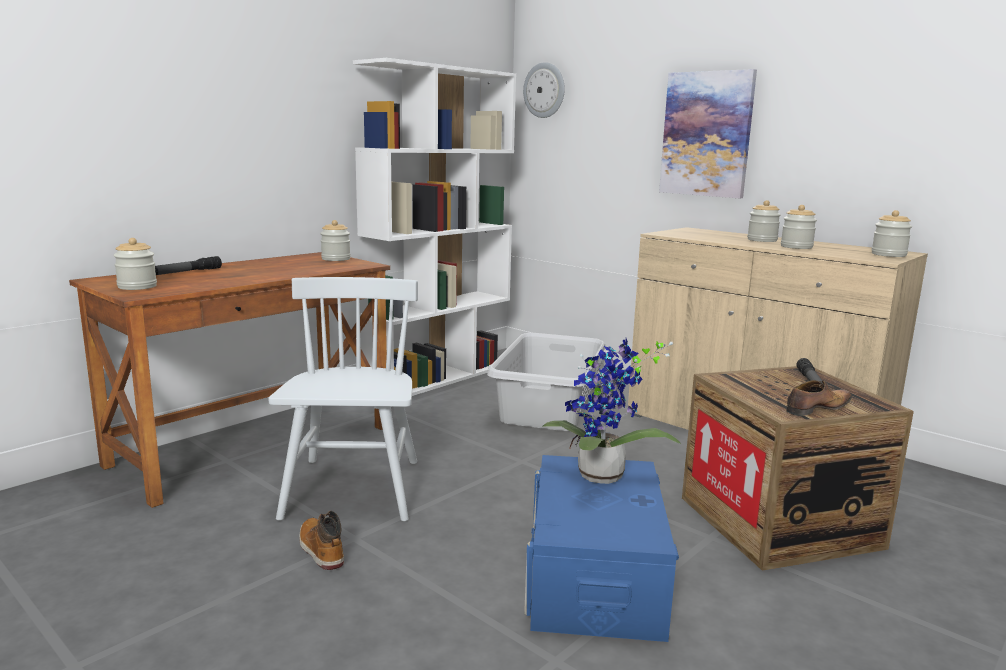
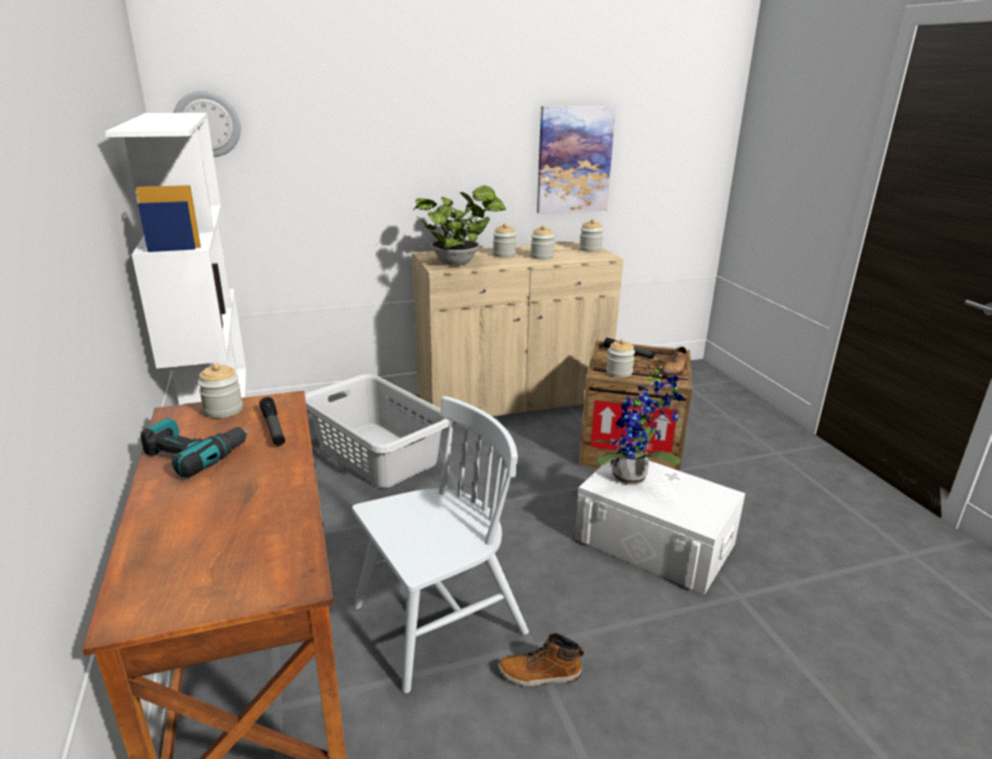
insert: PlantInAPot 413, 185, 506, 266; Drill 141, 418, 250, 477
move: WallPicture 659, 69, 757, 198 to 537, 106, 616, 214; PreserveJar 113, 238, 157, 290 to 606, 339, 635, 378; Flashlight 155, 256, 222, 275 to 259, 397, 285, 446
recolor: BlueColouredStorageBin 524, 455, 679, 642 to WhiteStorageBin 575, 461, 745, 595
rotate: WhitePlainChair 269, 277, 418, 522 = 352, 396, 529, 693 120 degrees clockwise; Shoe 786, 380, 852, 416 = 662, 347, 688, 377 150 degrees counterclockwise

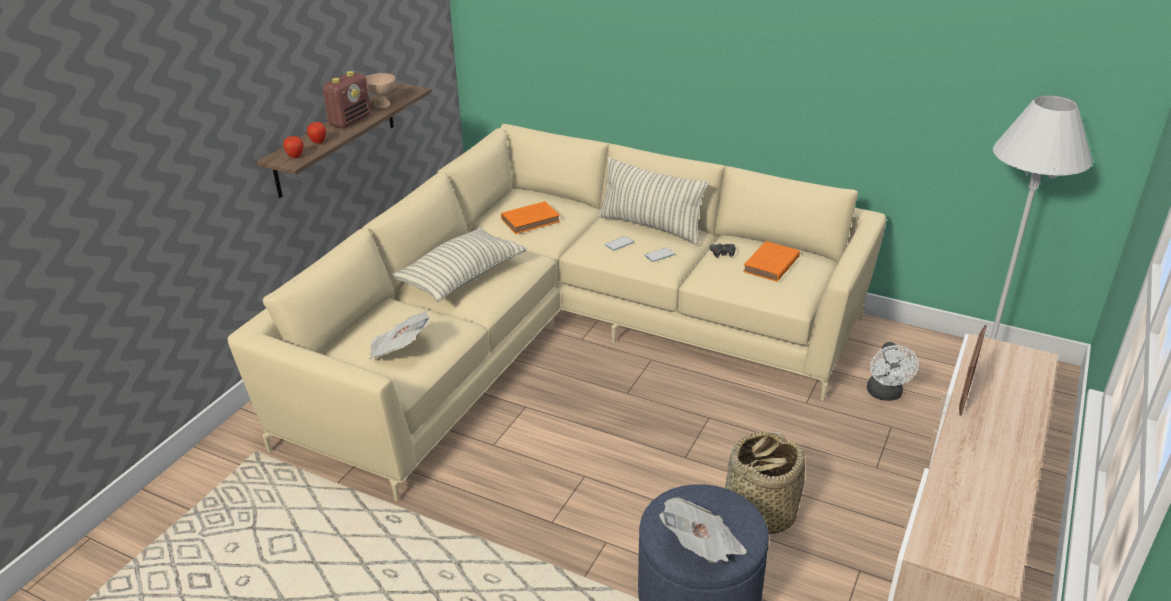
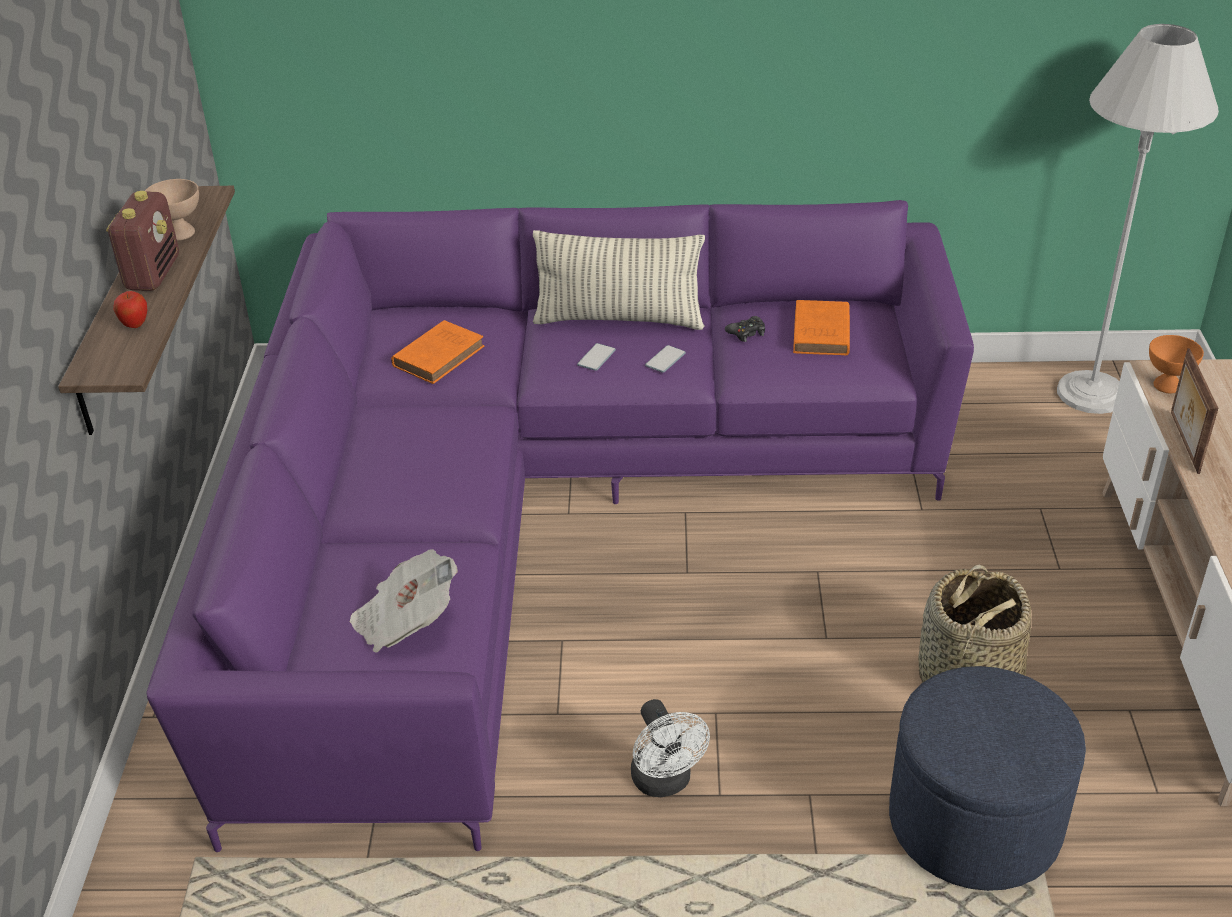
delete: WholeApple 283, 136, 303, 158; ThrowPillow 392, 227, 527, 302; PrintedPaper 659, 497, 747, 563
insert: OrangeServingBowl 1149, 335, 1204, 394
move: WhiteCoolingFan 867, 342, 919, 401 to 631, 699, 710, 797
recolor: BeigeColouredCouch 228, 124, 886, 501 to PurplishCouch 146, 200, 974, 852

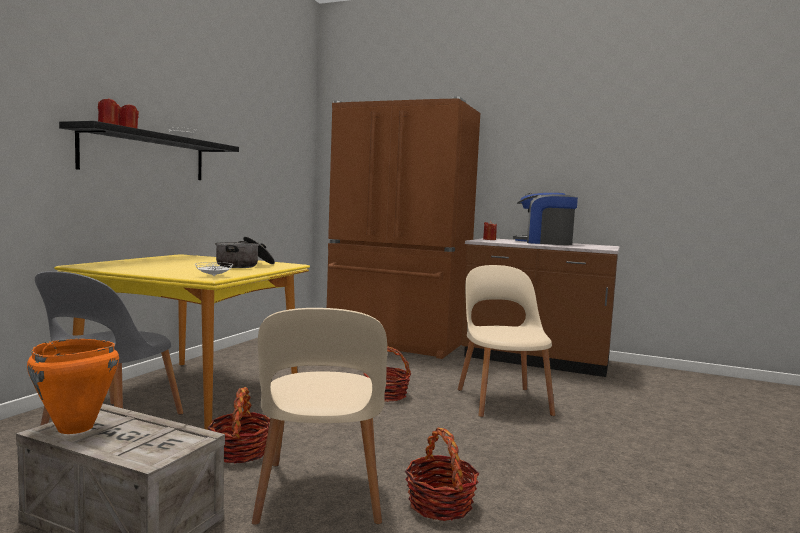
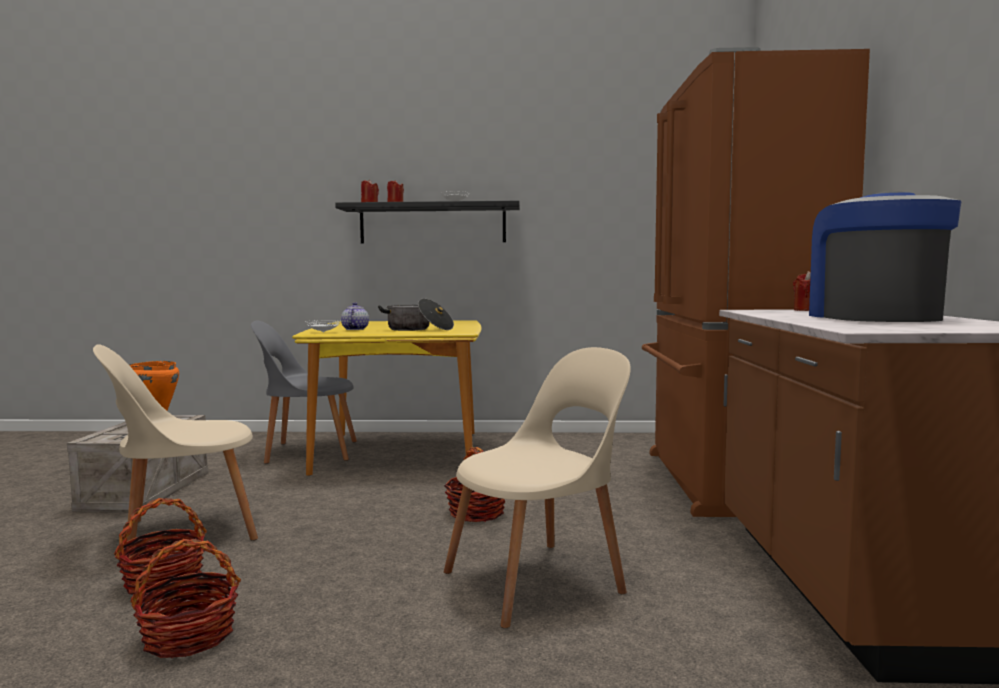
insert: TeaPot 341, 302, 369, 330
move: HouseholdBasket 208, 387, 270, 464 to 130, 539, 241, 658

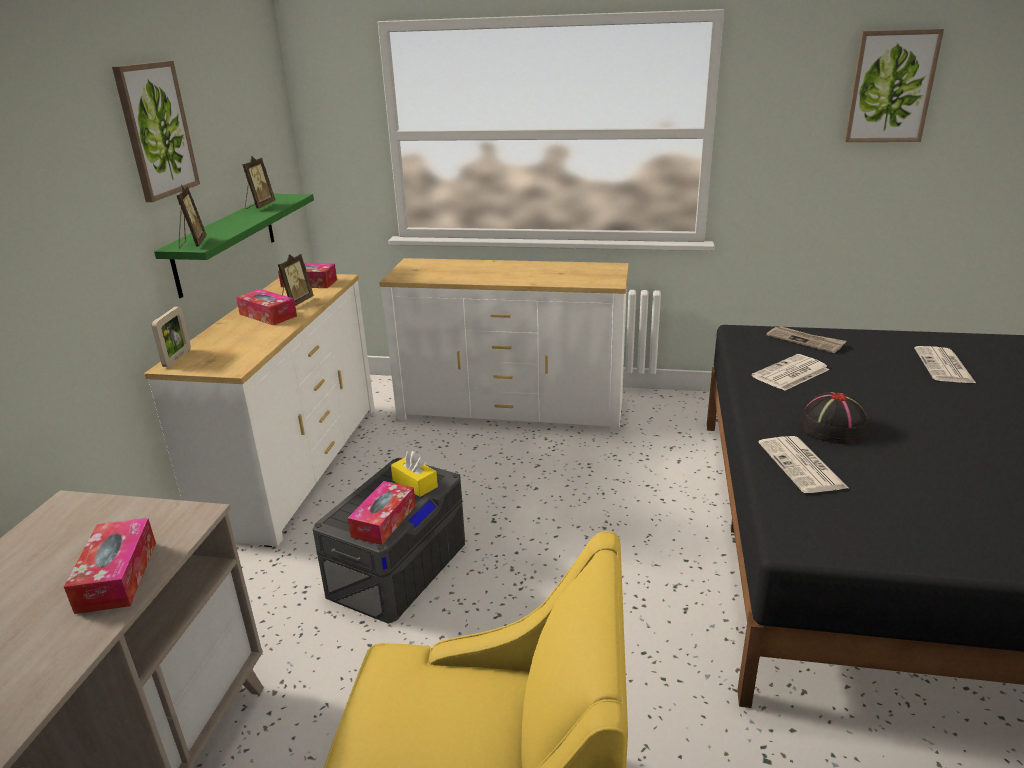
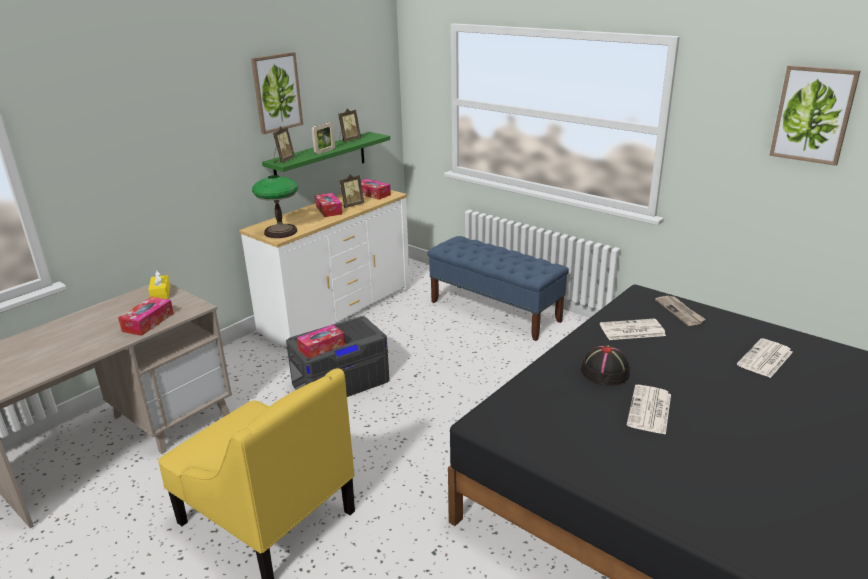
insert: LampForATable 252, 175, 298, 238
move: PictureFrame 152, 307, 191, 367 to 312, 122, 335, 154; PrintedPaper 758, 436, 848, 493 to 627, 385, 671, 435; YellowTissueBox 391, 451, 438, 497 to 148, 270, 170, 299
replace: WhiteDrawerChest 379, 258, 629, 433 to BlueColouredIndoorBench 427, 236, 569, 341

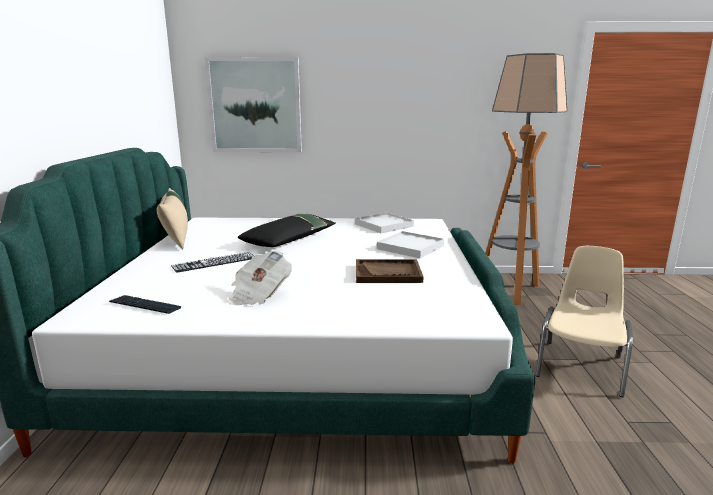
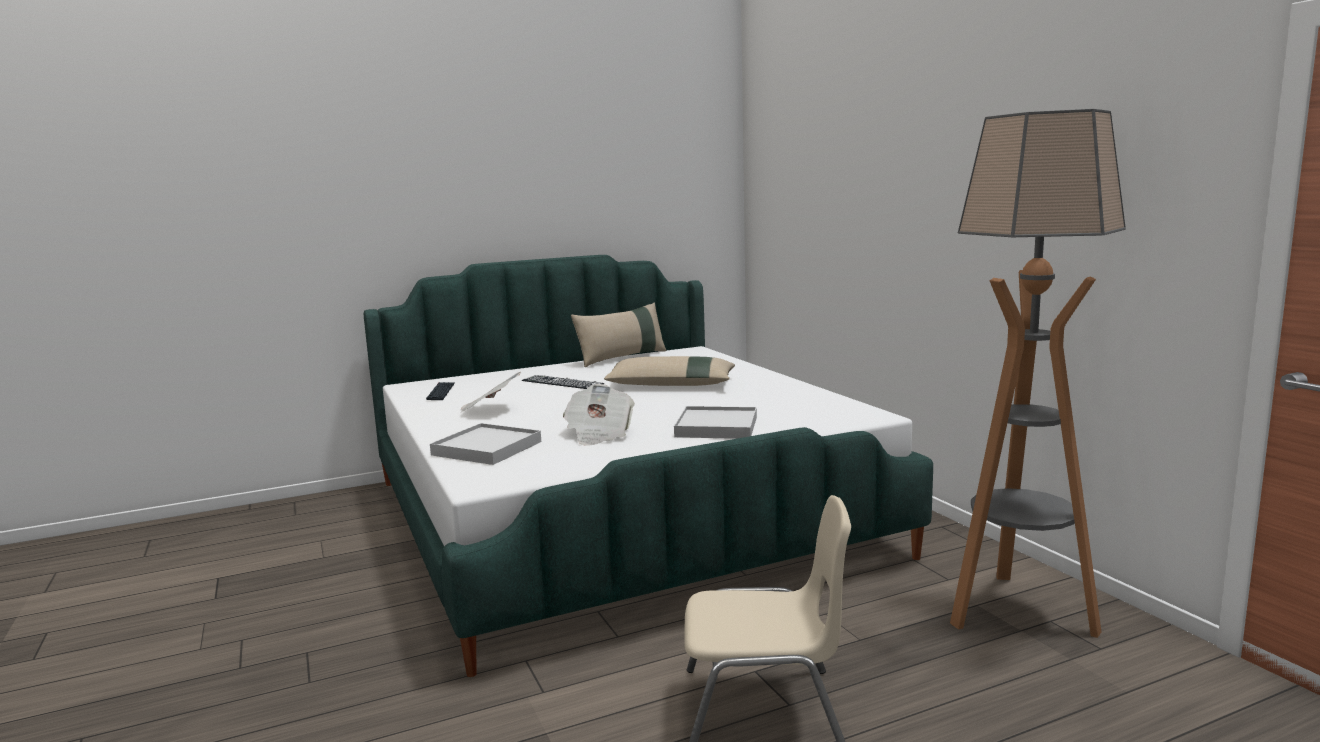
delete: WallPicture 205, 57, 302, 152
move: WhiteServingTray 355, 212, 414, 233 to 430, 423, 541, 465
replace: BrownishServingTray 356, 259, 423, 283 to PrintedPaper 563, 384, 635, 446
recolor: BlackThrowPillow 238, 213, 336, 247 to BeigeColouredThrowPillow 604, 356, 735, 386

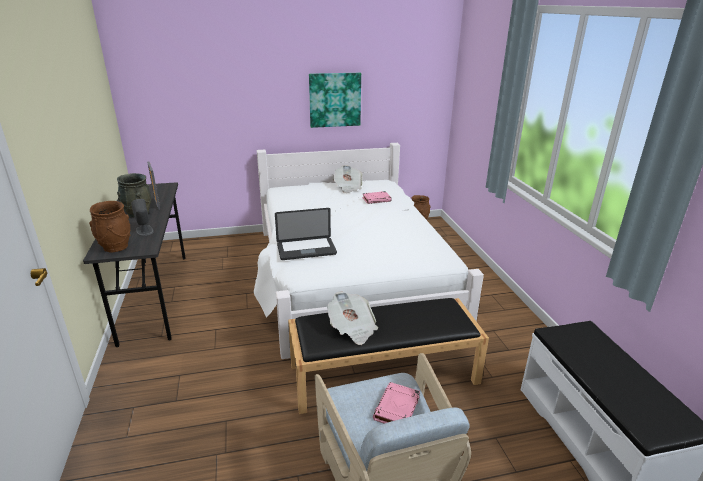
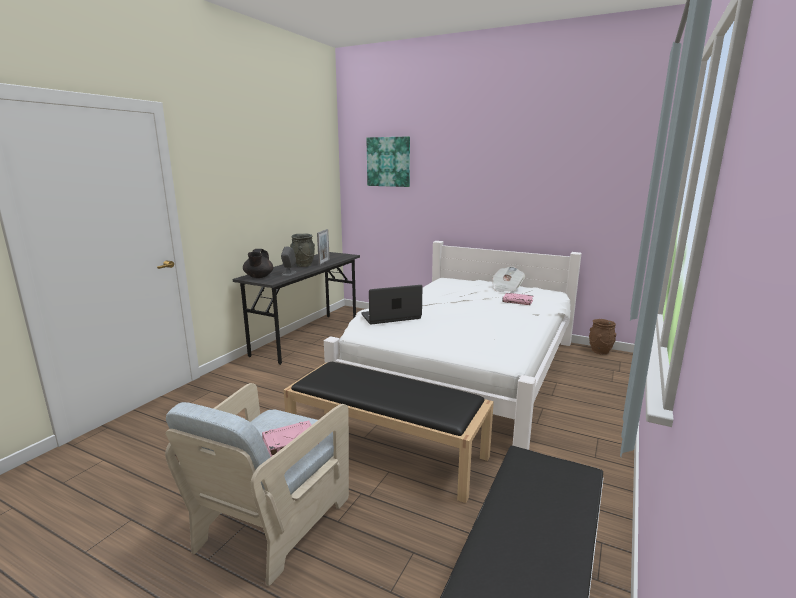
delete: PrintedPaper 327, 291, 378, 345
move: WallPicture 309, 73, 361, 128 to 366, 136, 410, 187
replace: BrownishFlowerVase 89, 201, 131, 252 to BlackTeaPot 243, 249, 273, 278
rotate: Laptop 275, 208, 337, 260 = 361, 285, 422, 324 135 degrees clockwise

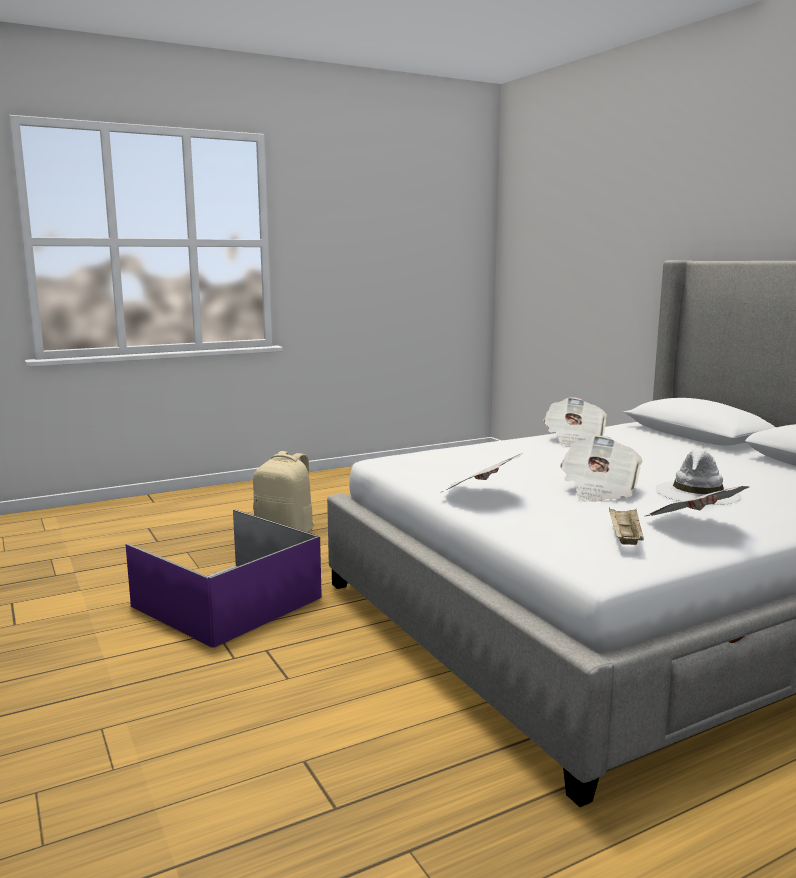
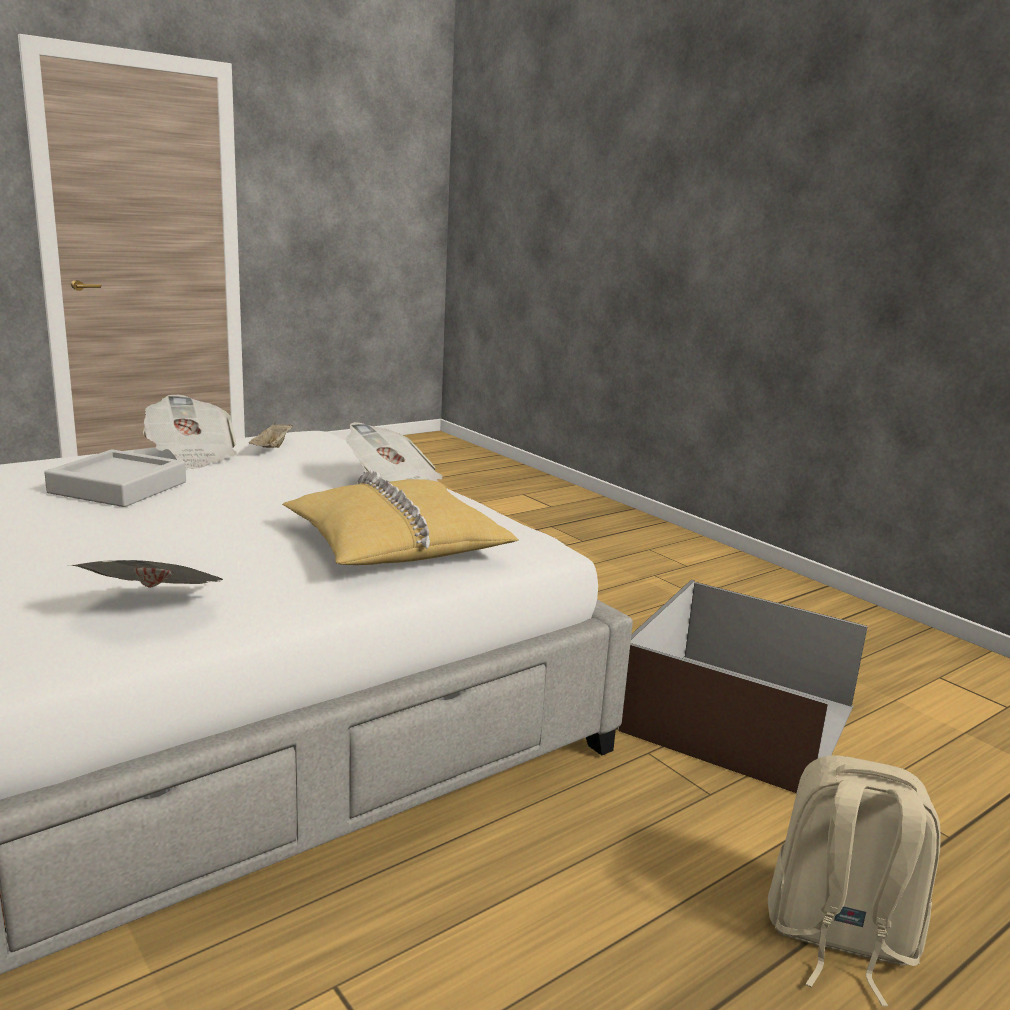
delete: PrintedPaper 560, 435, 642, 502
insert: YellowThrowPillow 282, 470, 519, 565
replace: WhiteWearableHat 655, 448, 742, 505 to GreyServingTray 44, 449, 186, 507
recolor: PurplishStorageBin 126, 510, 322, 648 to BrownishStorageBin 616, 580, 868, 793

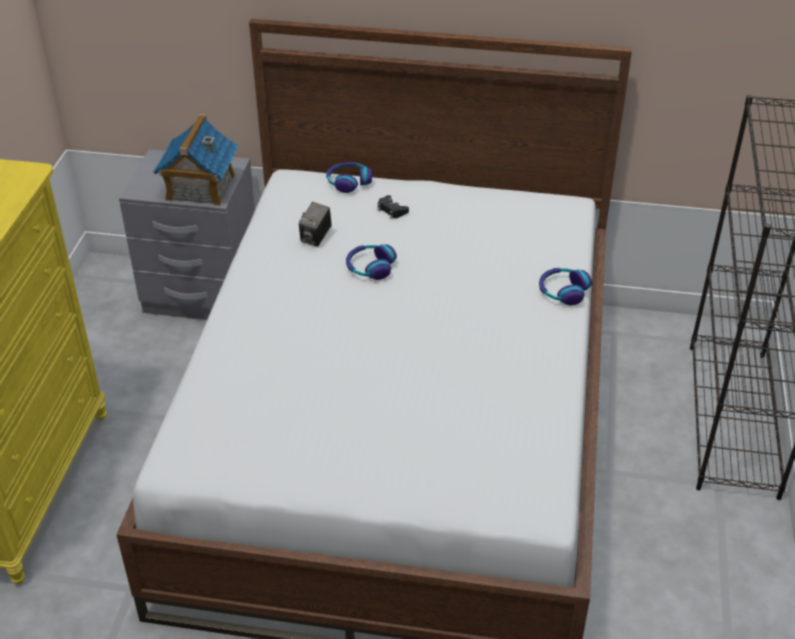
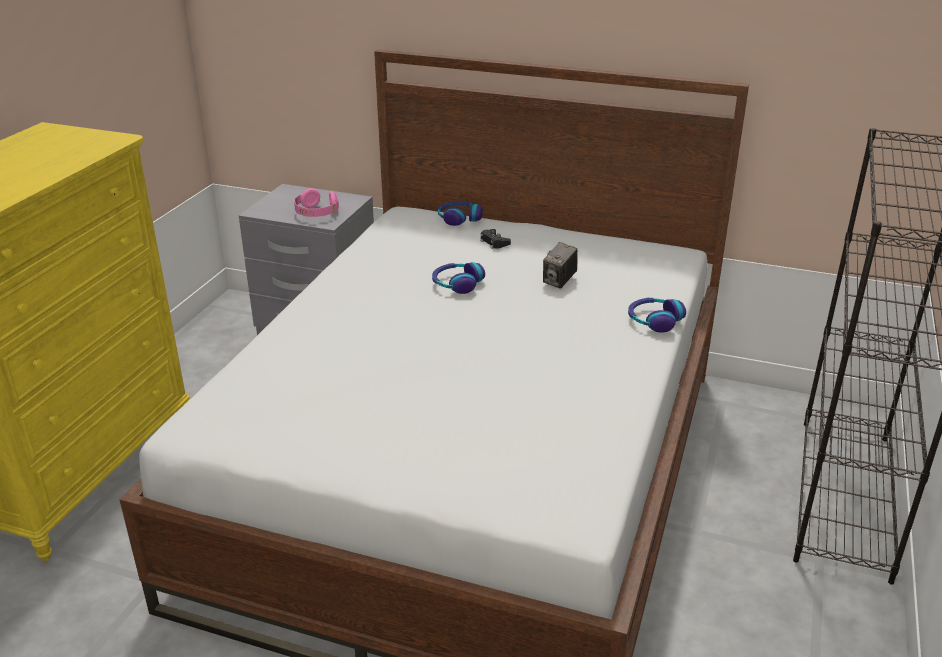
move: PhotoCamera 299, 202, 332, 247 to 543, 242, 578, 289
replace: ModelHouse 153, 114, 239, 206 to PinkColouredHeadset 294, 188, 339, 217

